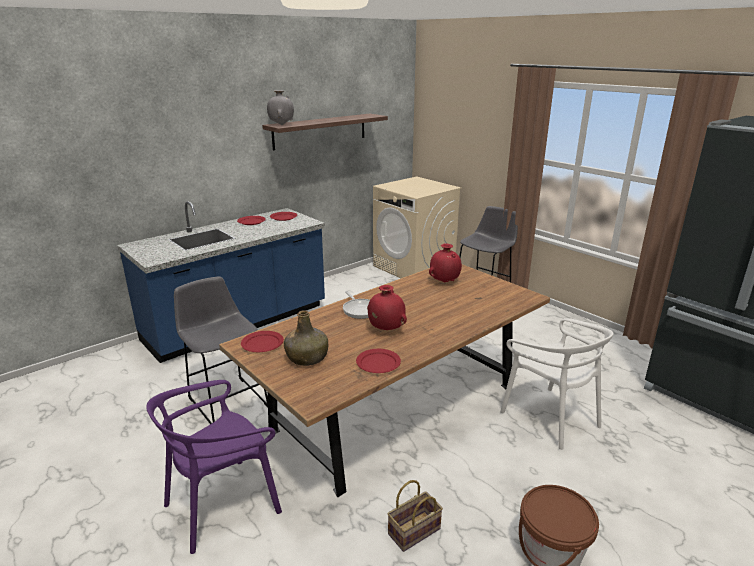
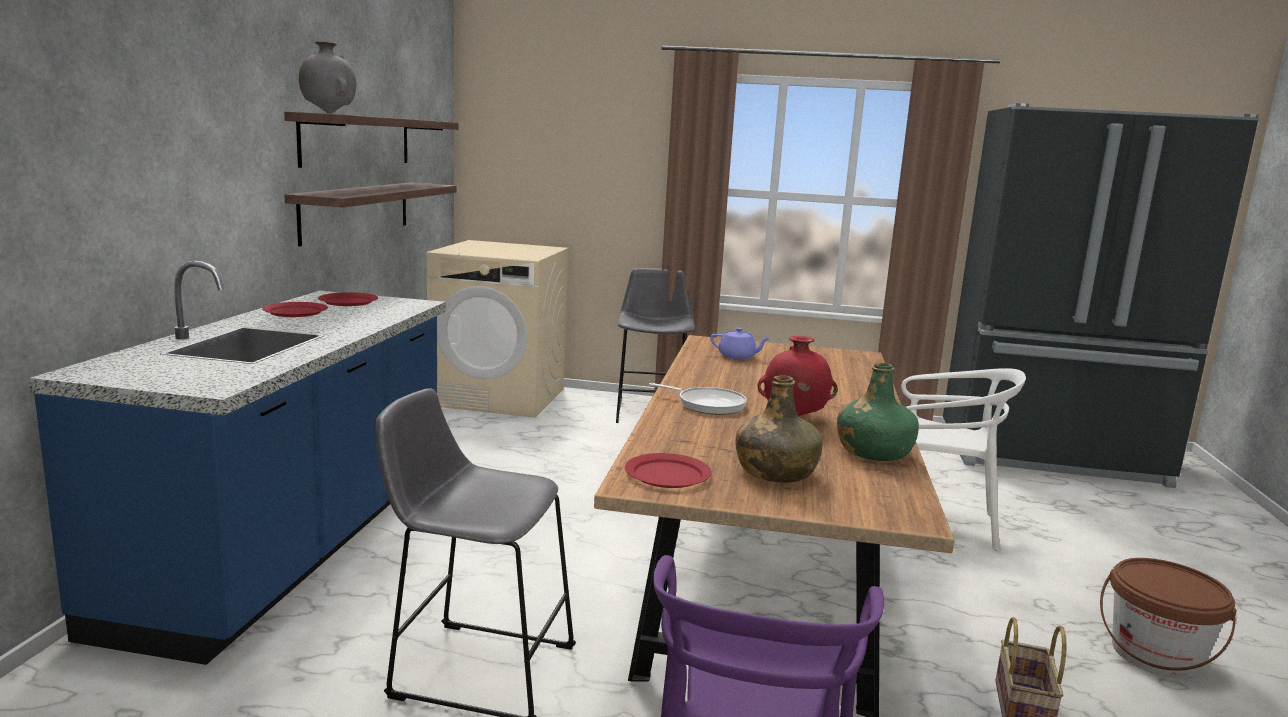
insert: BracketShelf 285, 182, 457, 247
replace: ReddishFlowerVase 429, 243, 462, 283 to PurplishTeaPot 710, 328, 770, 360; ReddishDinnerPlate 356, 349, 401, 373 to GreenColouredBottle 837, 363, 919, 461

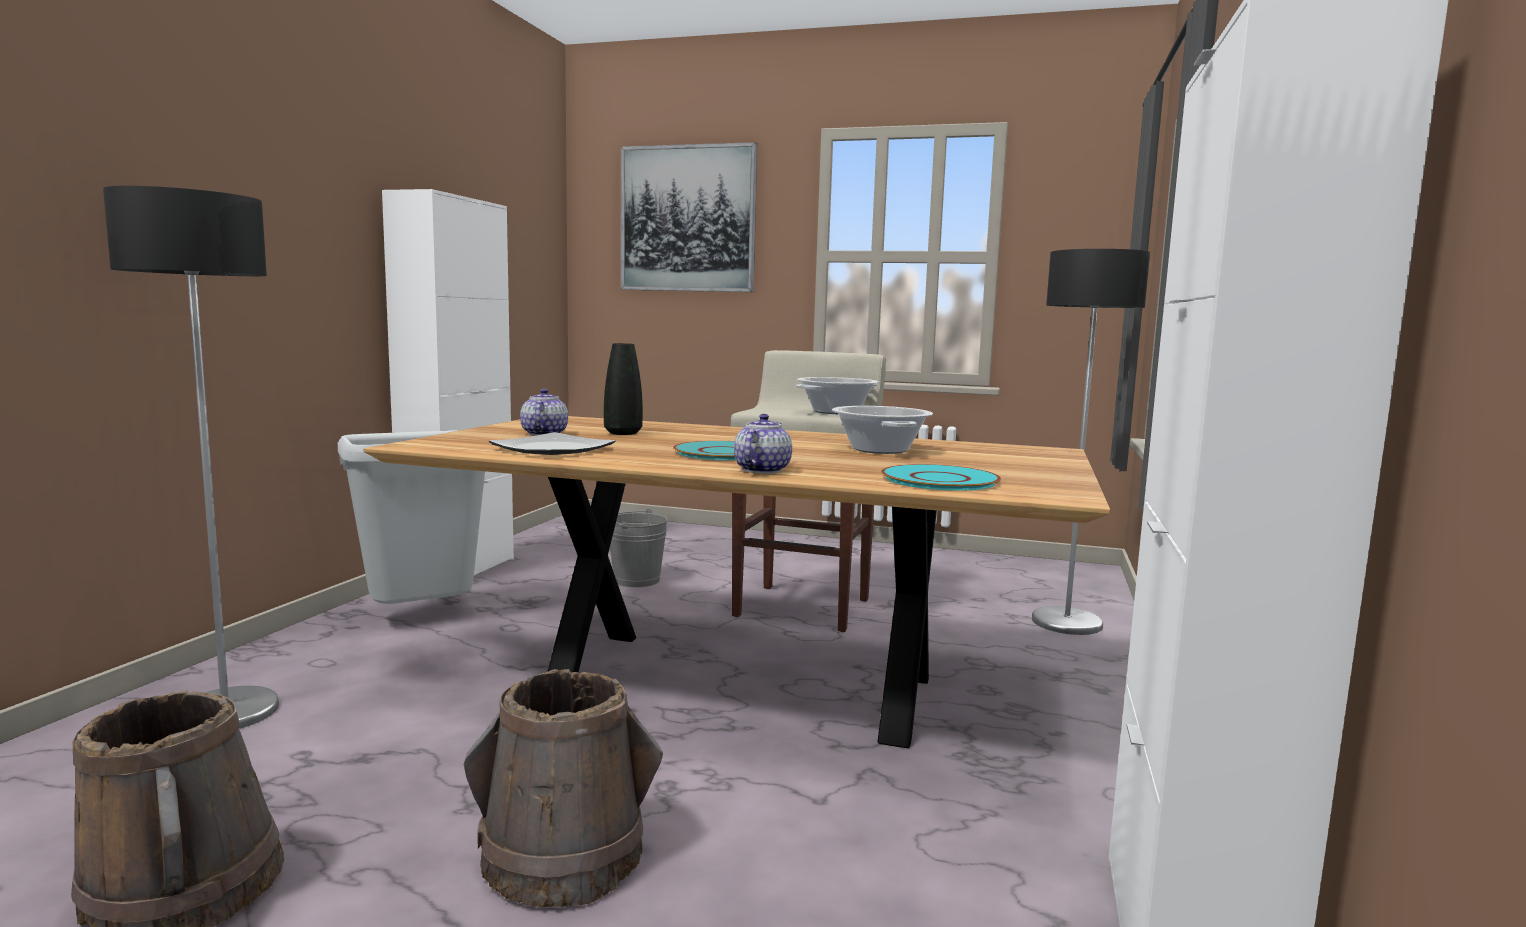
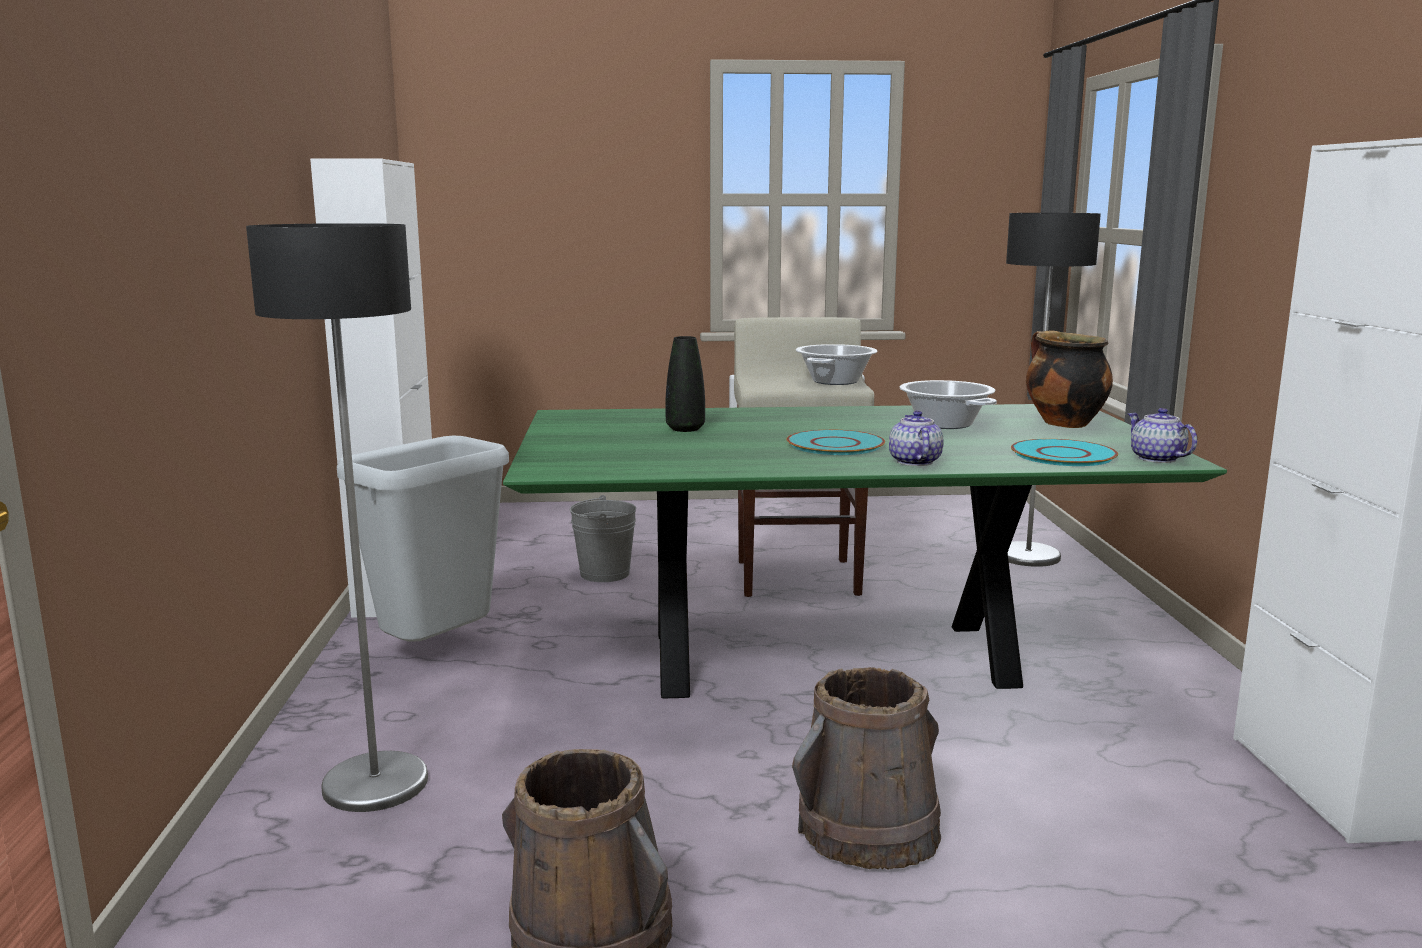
delete: WallPicture 621, 142, 757, 292; DinnerPlate 489, 432, 615, 455
insert: Saucepot 1026, 330, 1113, 428
move: TeaPot 520, 389, 568, 436 to 1127, 408, 1197, 463
recolor: BrownishDinnerTable 363, 416, 1110, 748 to GreenColouredDinnerTable 503, 404, 1227, 698

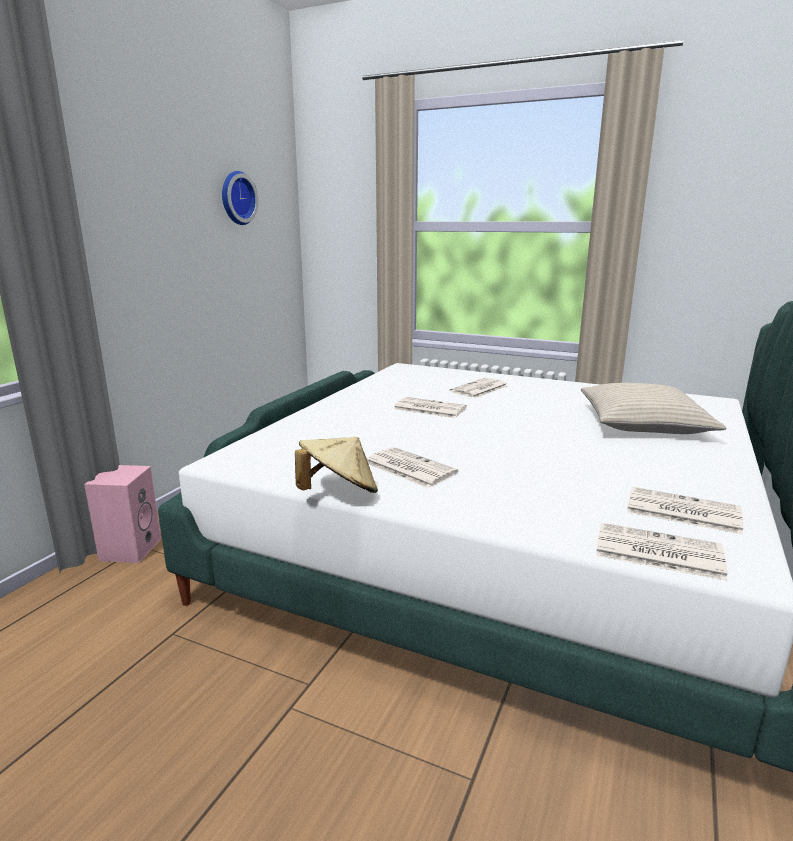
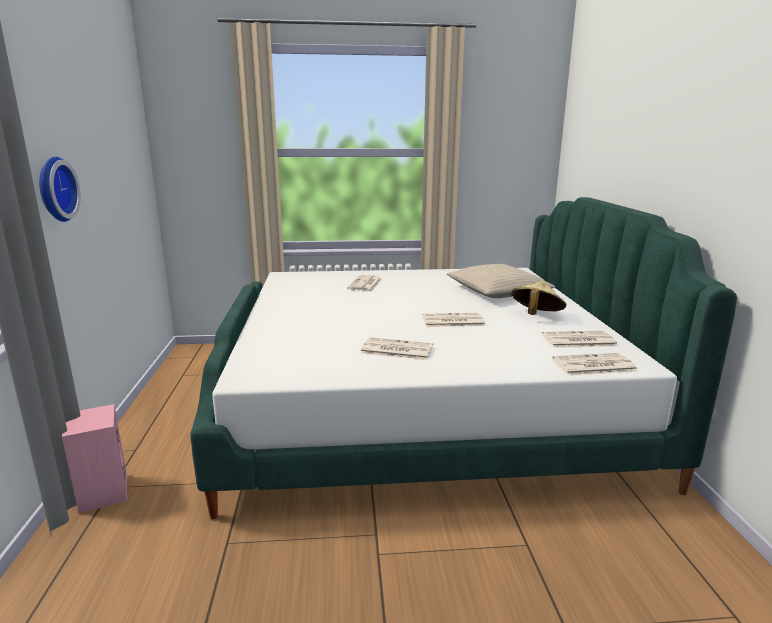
move: HangingClock 222, 171, 259, 225 to 39, 157, 81, 222; PrintedPaper 393, 397, 467, 418 to 422, 313, 485, 327; BeigeColouredWearableHat 295, 437, 378, 493 to 511, 281, 566, 315

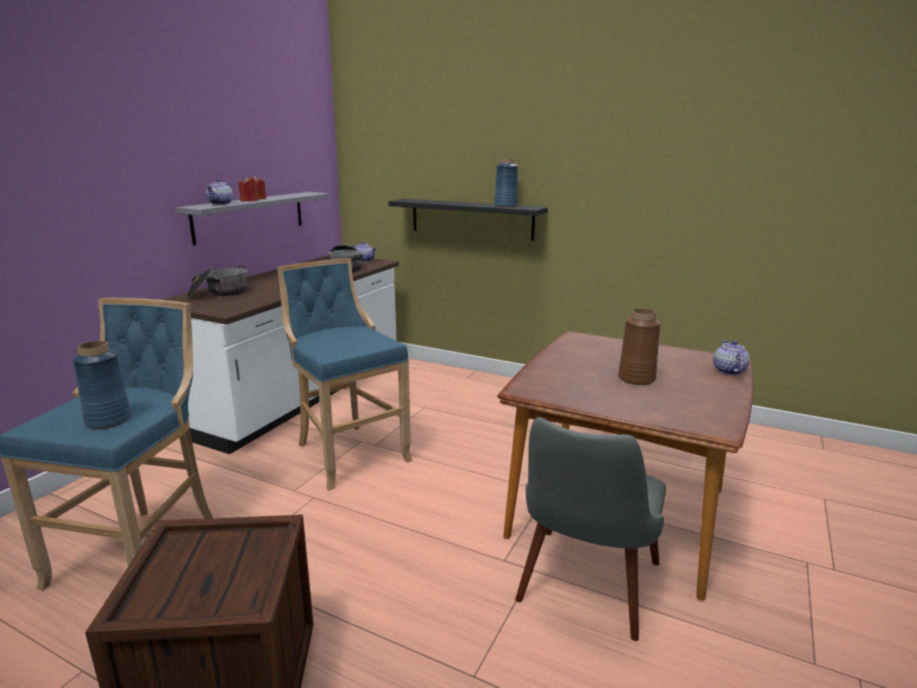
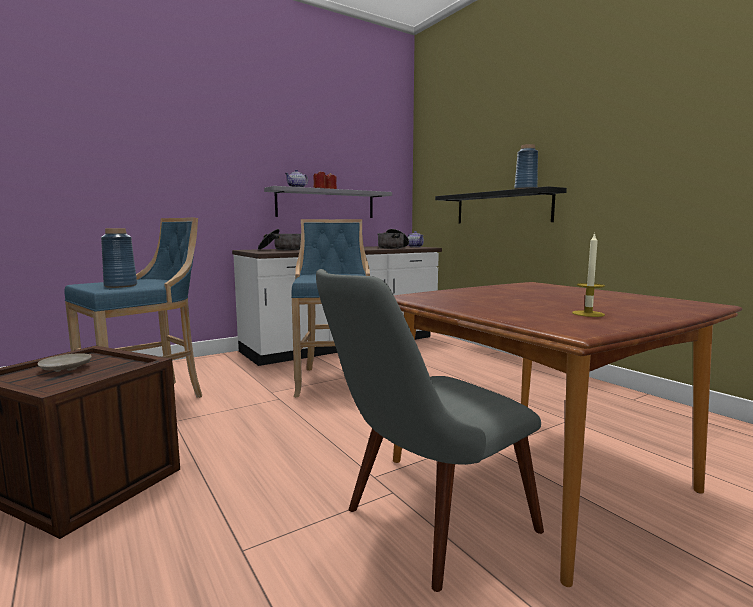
delete: BrownishFlowerVase 618, 308, 661, 385; TeaPot 713, 340, 750, 375
insert: WaxLight 572, 233, 605, 317; BeigeColouredDinnerPlate 38, 353, 92, 372

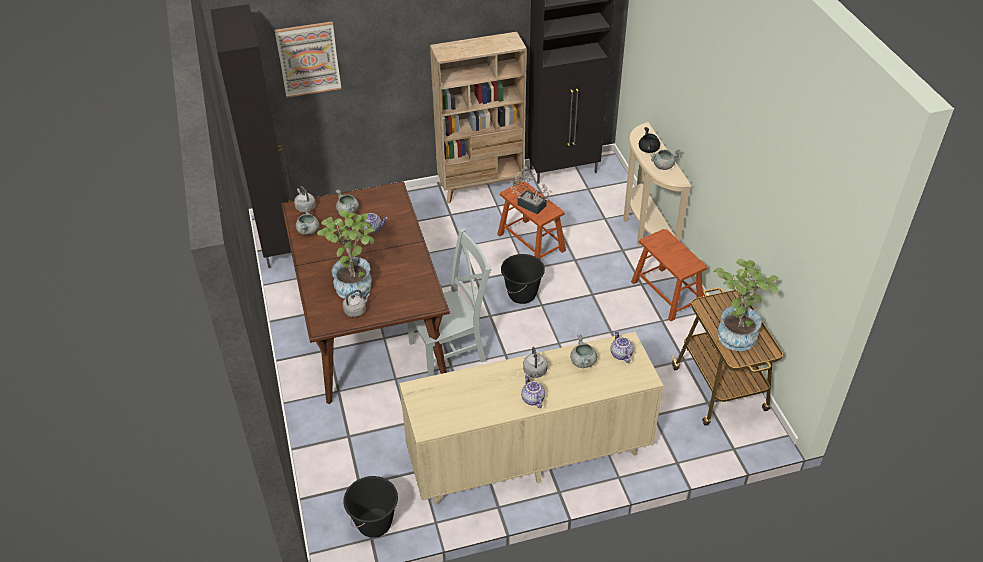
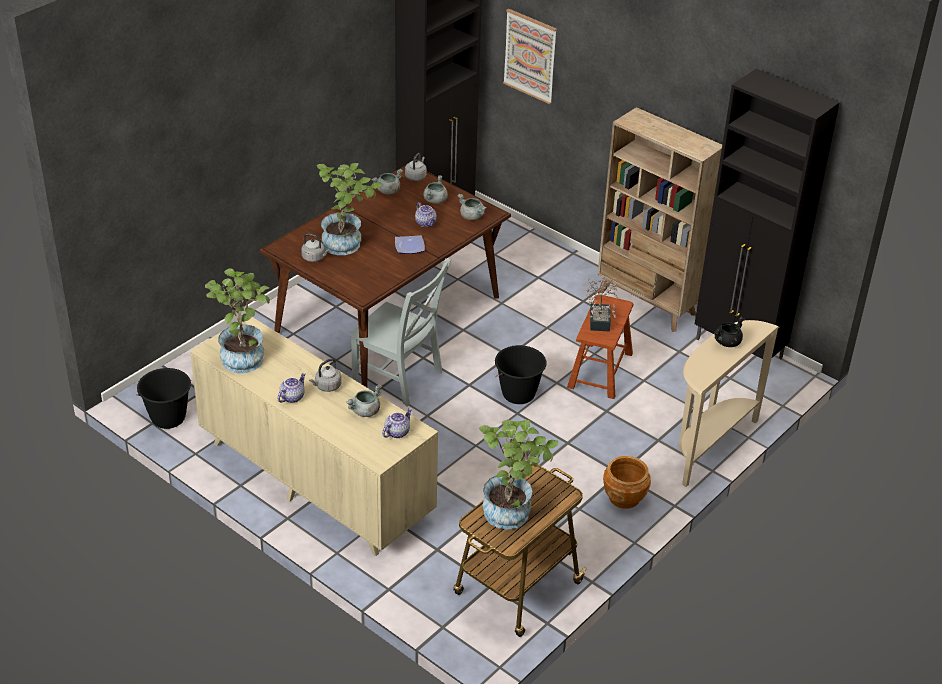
insert: DinnerPlate 395, 235, 425, 254; PlantInAPot 205, 268, 270, 373
move: GreySaucepot 651, 149, 681, 170 to 457, 194, 487, 220
replace: BrownishStool 631, 229, 708, 321 to BrownishPlantPot 603, 456, 651, 509

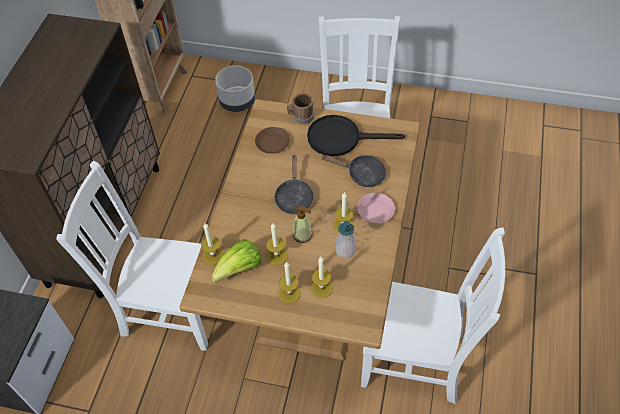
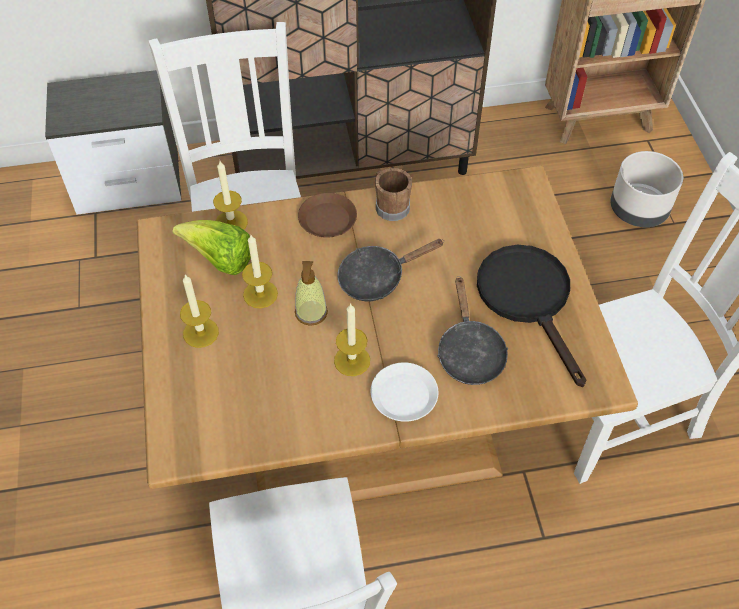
delete: SoapDispenser 335, 221, 356, 258; WaxLight 311, 257, 333, 298
move: BrownishTeaMug 287, 93, 313, 124 to 375, 168, 412, 221; BrownishDinnerPlate 255, 127, 290, 154 to 298, 193, 357, 238
recolor: PinkColouredDinnerPlate 357, 193, 395, 224 to WhiteDinnerPlate 371, 362, 439, 422

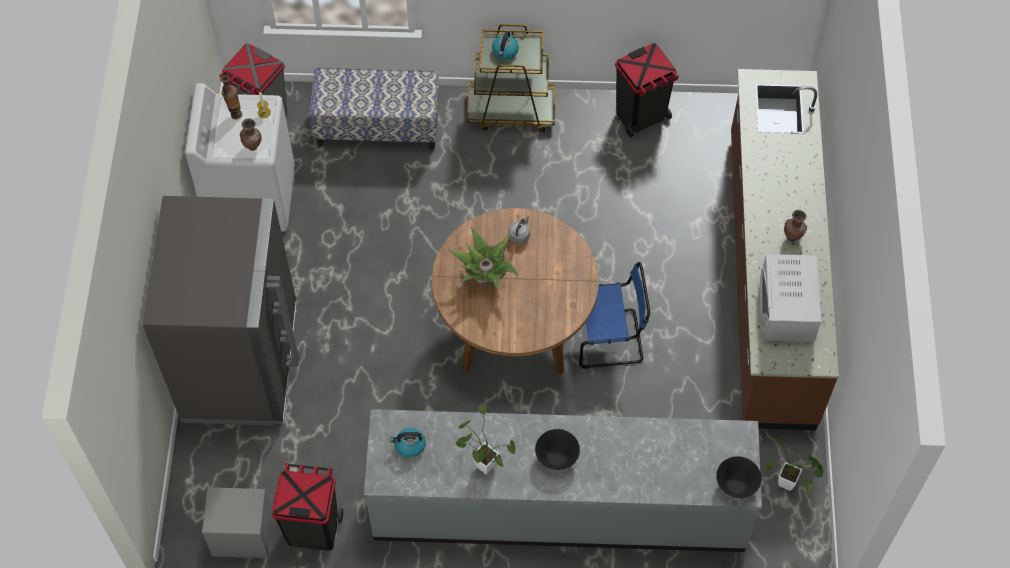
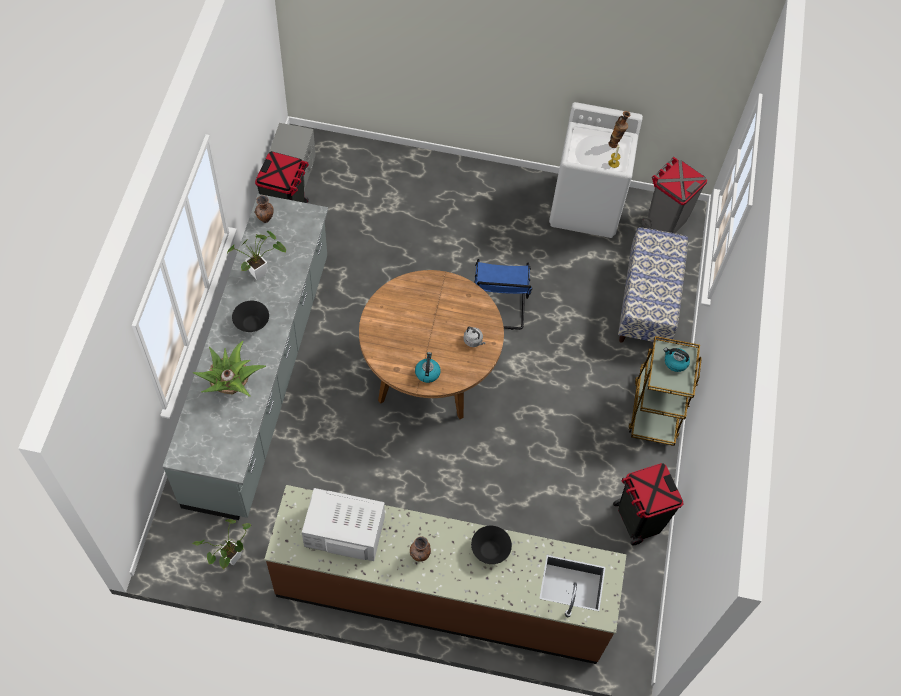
delete: GreyFridge 142, 196, 299, 426
move: BrownishFlowerVase 240, 118, 262, 151 to 254, 195, 273, 223; PlantInAPot 448, 227, 518, 288 to 193, 341, 266, 397; BlueColouredPlainChair 579, 262, 650, 369 to 474, 259, 533, 330; TeaKettle 390, 428, 426, 458 to 415, 352, 441, 383; BlackServingBowl 716, 456, 762, 498 to 471, 526, 512, 564

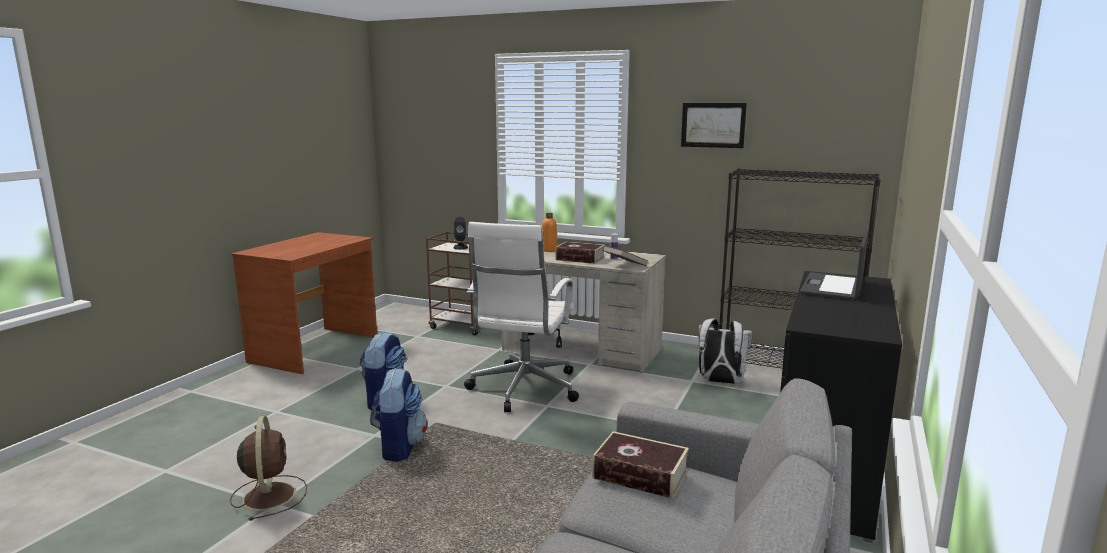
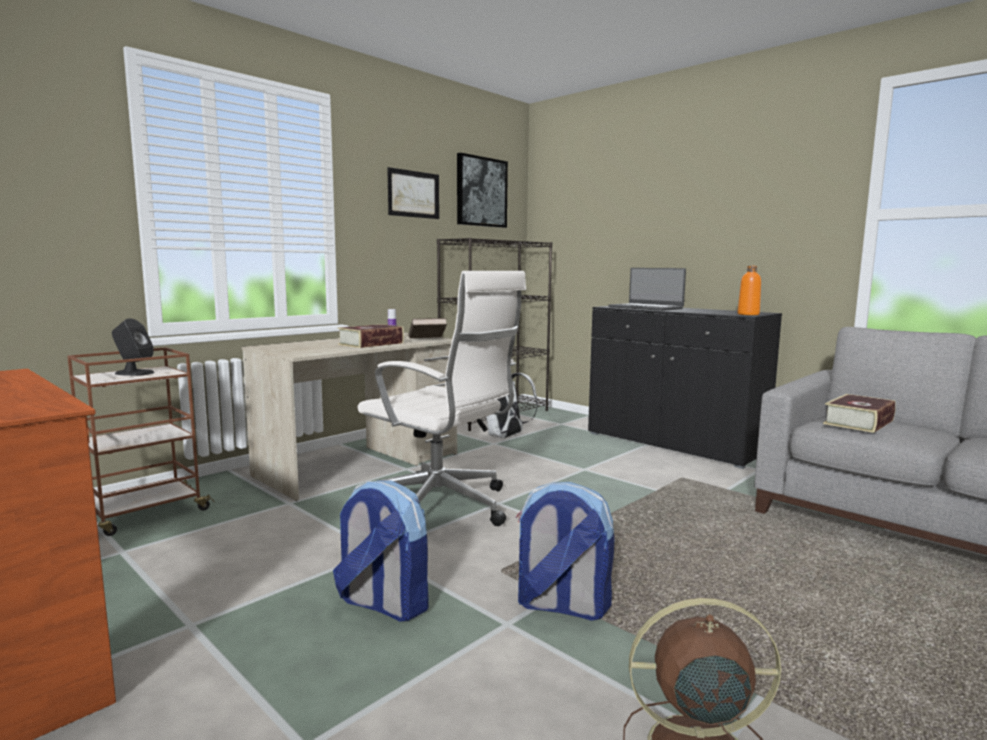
insert: WallPicture 457, 153, 508, 228
move: OrangeBottle 542, 213, 557, 252 to 737, 266, 761, 315

